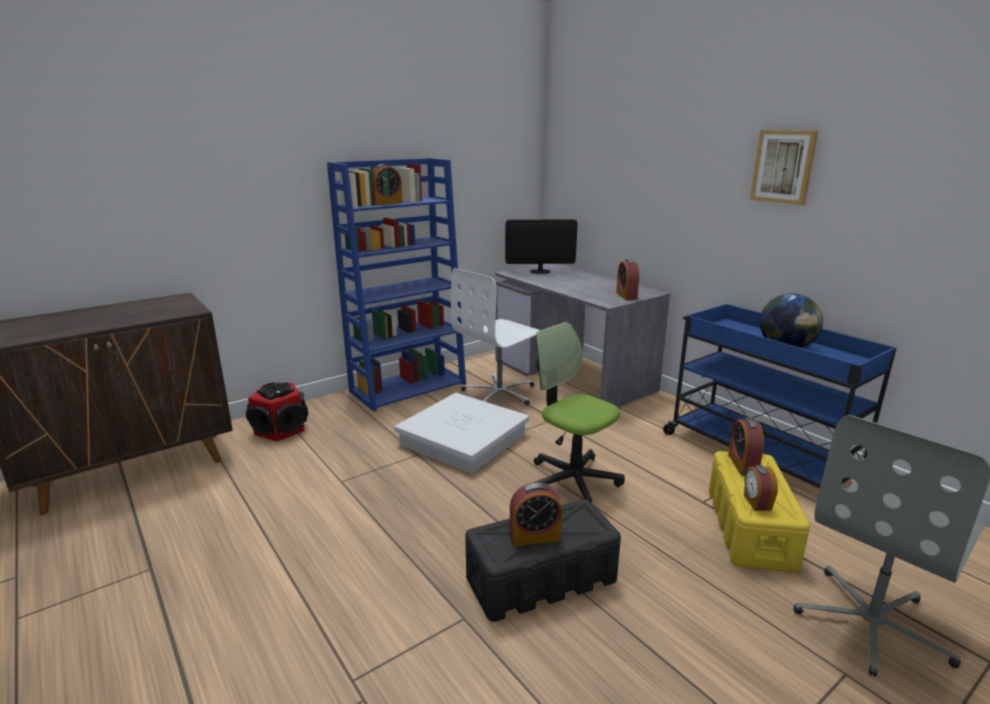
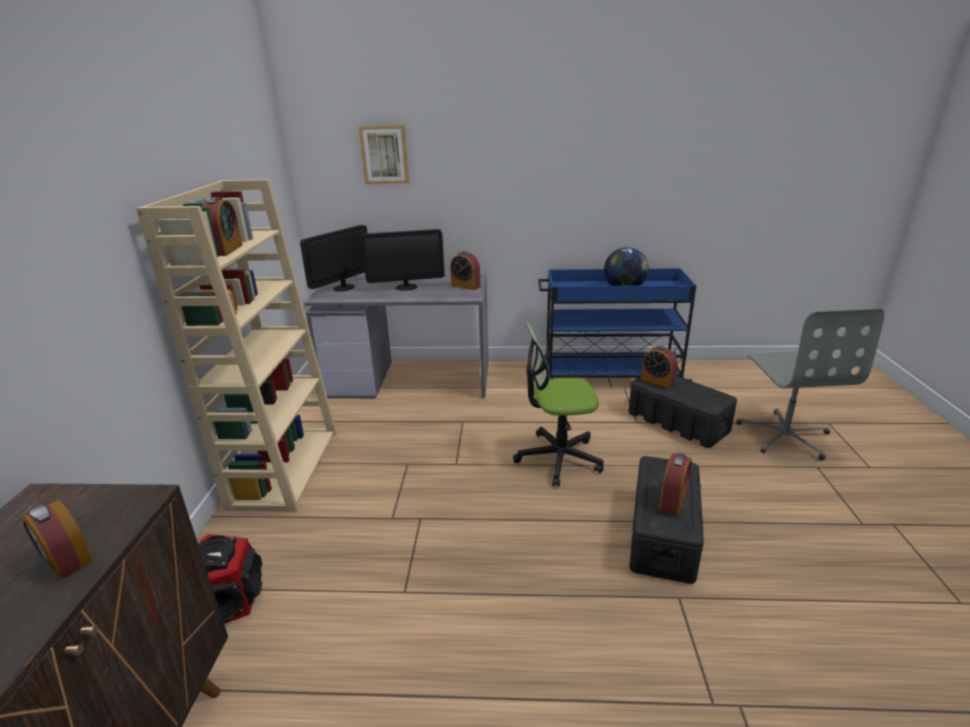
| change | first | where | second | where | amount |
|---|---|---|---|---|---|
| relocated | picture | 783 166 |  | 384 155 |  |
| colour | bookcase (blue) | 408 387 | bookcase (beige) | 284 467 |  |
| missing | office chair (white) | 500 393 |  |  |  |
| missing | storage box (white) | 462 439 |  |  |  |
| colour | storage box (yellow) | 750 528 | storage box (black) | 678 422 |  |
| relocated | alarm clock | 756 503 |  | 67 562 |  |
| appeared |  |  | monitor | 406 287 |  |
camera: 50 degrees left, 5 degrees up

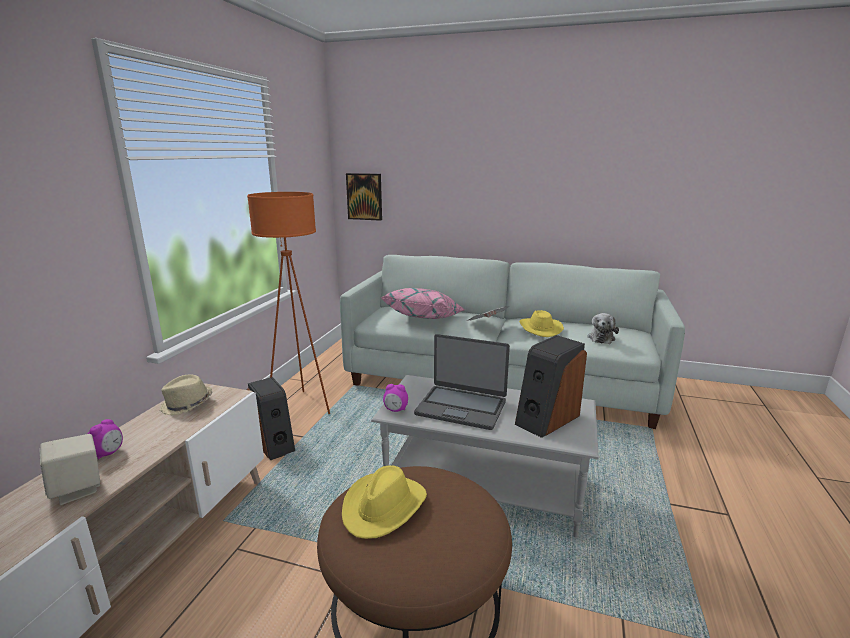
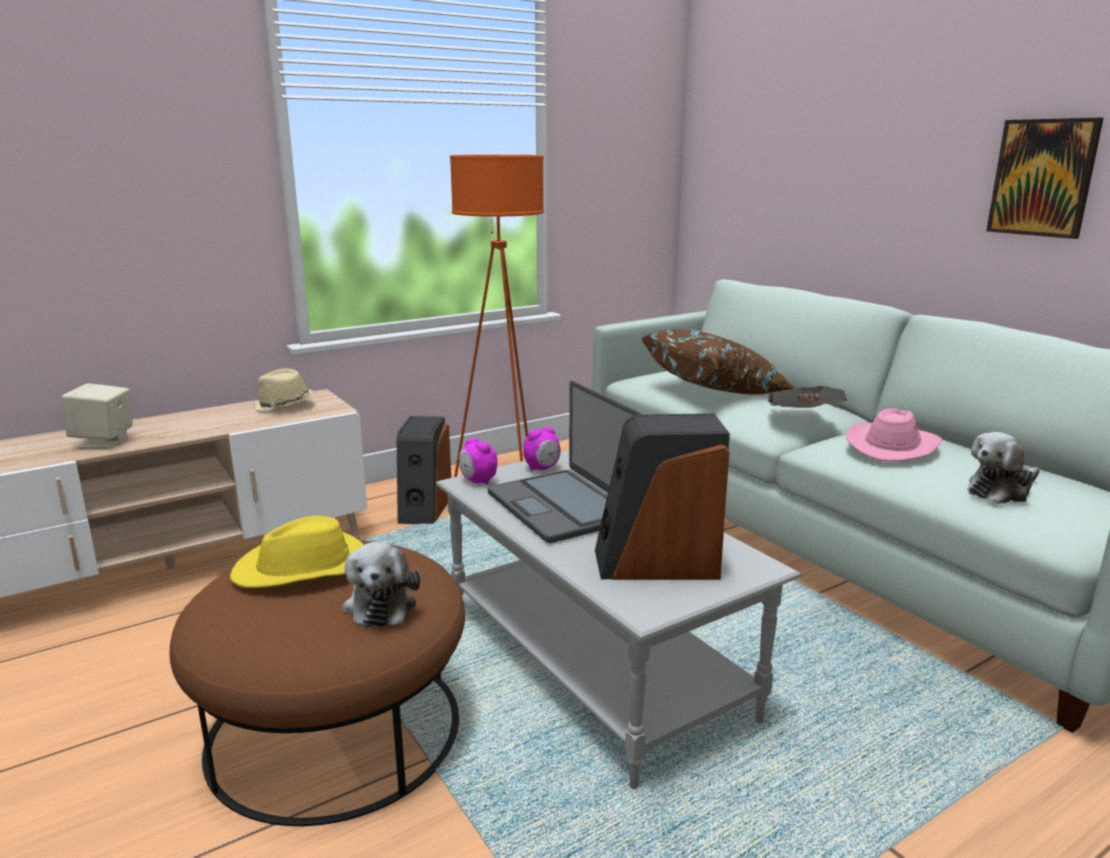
| change | first | where | second | where | amount |
|---|---|---|---|---|---|
| relocated | picture | 364 196 |  | 1043 178 |  |
| colour | pillow (pink) | 425 318 | pillow (brown) | 715 390 |  |
| colour | hat (yellow) | 539 328 | hat (pink) | 892 446 |  |
| relocated | alarm clock | 108 453 |  | 542 468 |  |
| appeared |  |  | plush toy | 381 604 |  |
camera: 40 degrees right, 0 degrees up

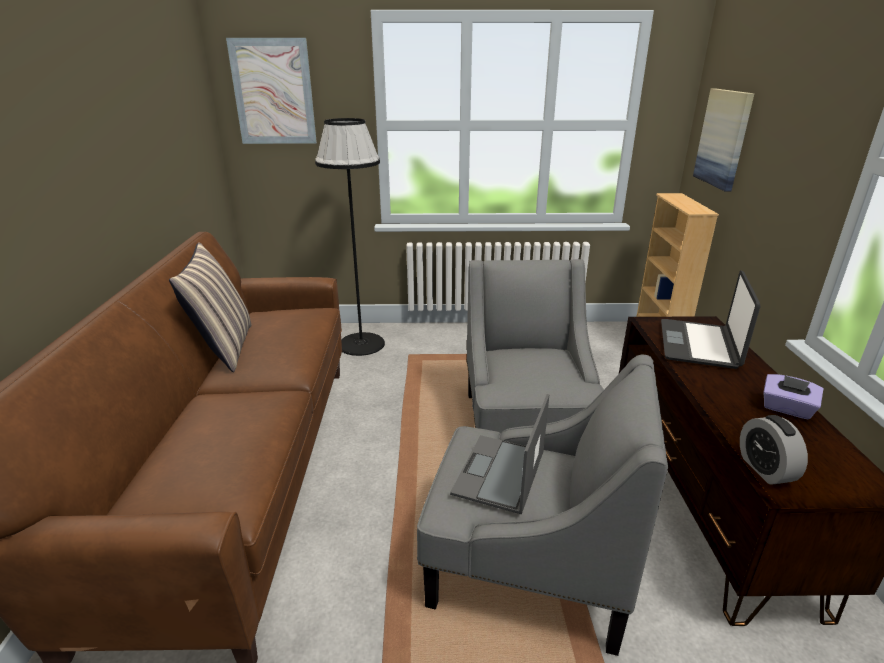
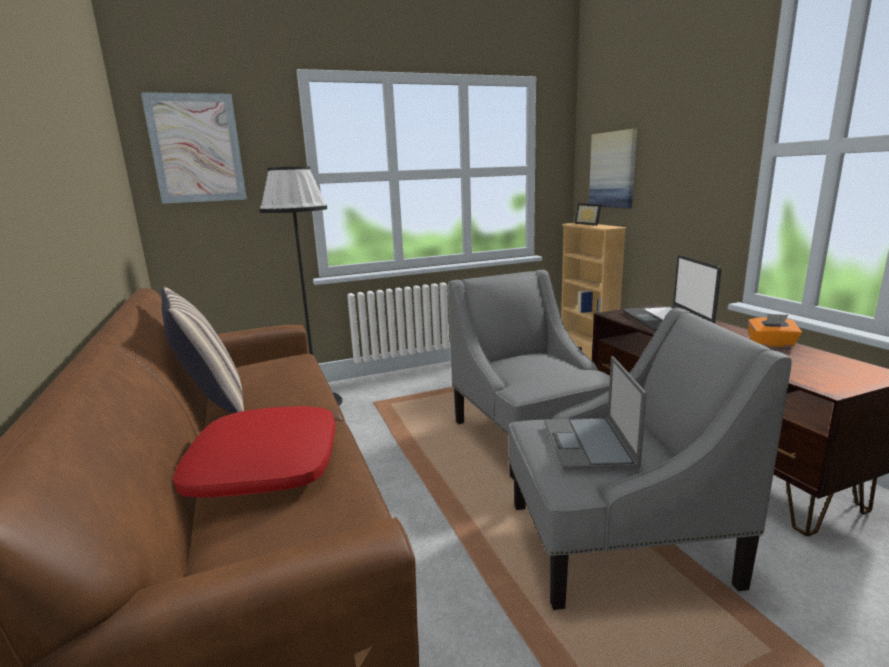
| change | first | where | second | where | amount |
|---|---|---|---|---|---|
| colour | tissue box (purple) | 786 409 | tissue box (orange) | 771 344 |  |
| missing | alarm clock | 765 469 |  |  |  |
| appeared |  |  | picture frame | 589 224 |  |
| appeared |  |  | pillow (red) | 264 466 |  |
camera: 20 degrees left, 10 degrees down

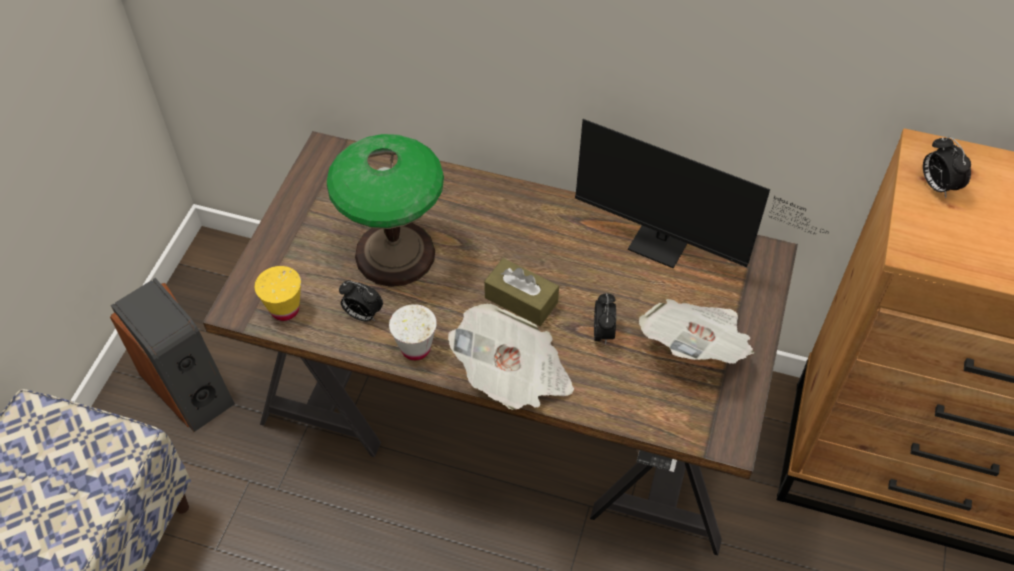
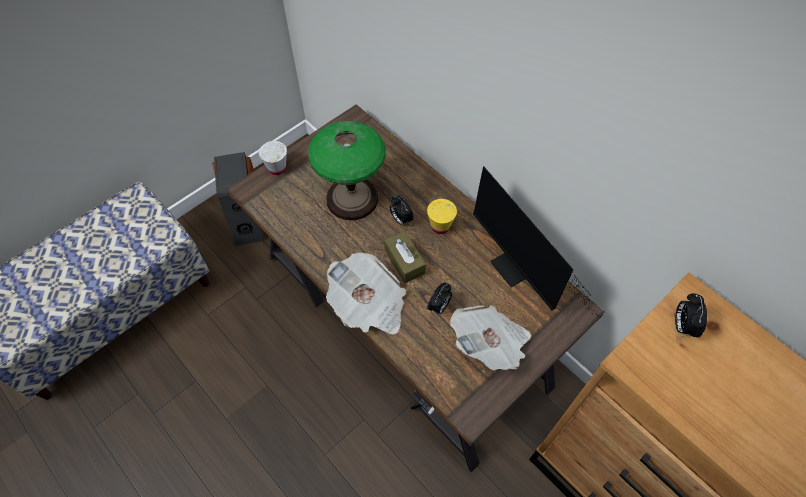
| change | first | where | second | where | amount |
|---|---|---|---|---|---|
| relocated | cup (yellow) | 285 309 |  | 440 226 |  |
| relocated | alarm clock | 362 315 |  | 401 219 |  |
| relocated | cup (white) | 415 348 |  | 277 168 |  |
camera: 30 degrees right, 5 degrees up

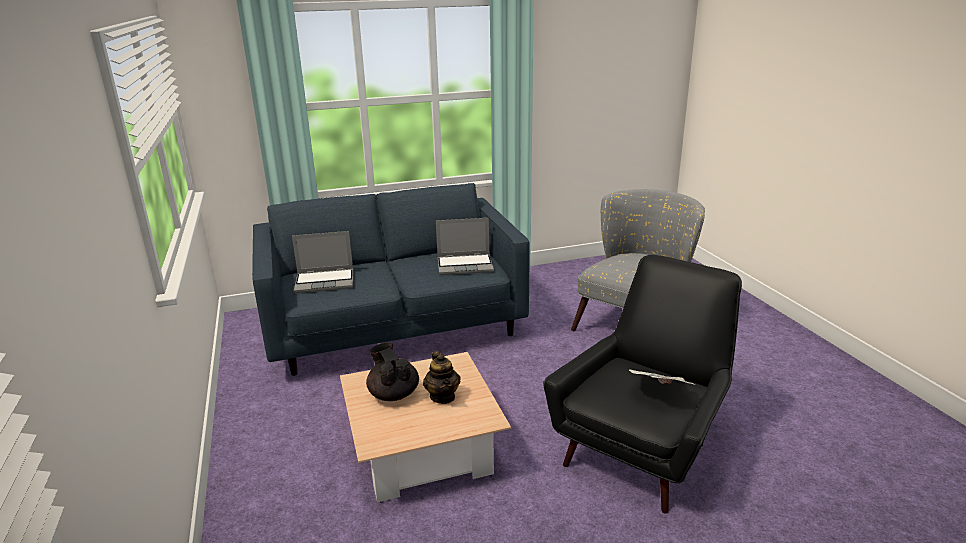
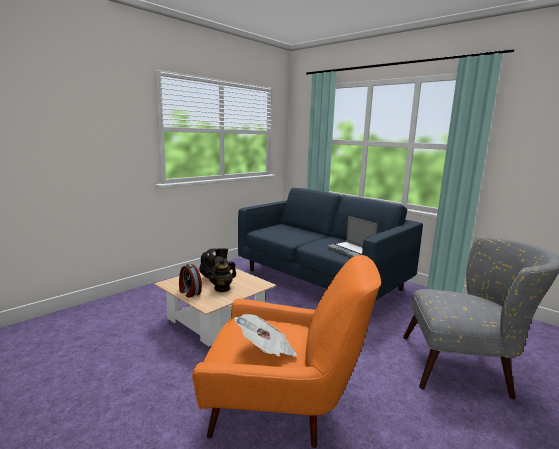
| change | first | where | second | where | amount |
|---|---|---|---|---|---|
| missing | laptop | 326 281 |  |  |  |
| colour | armchair (black) | 643 448 | armchair (orange) | 282 408 |  |
| appeared |  |  | alarm clock | 189 292 |  |
camera: 60 degrees right, 10 degrees down

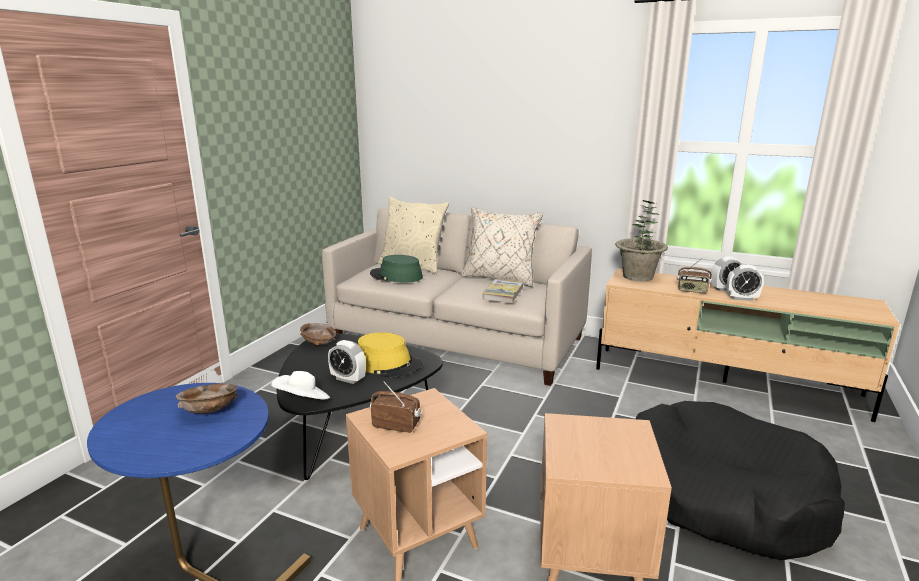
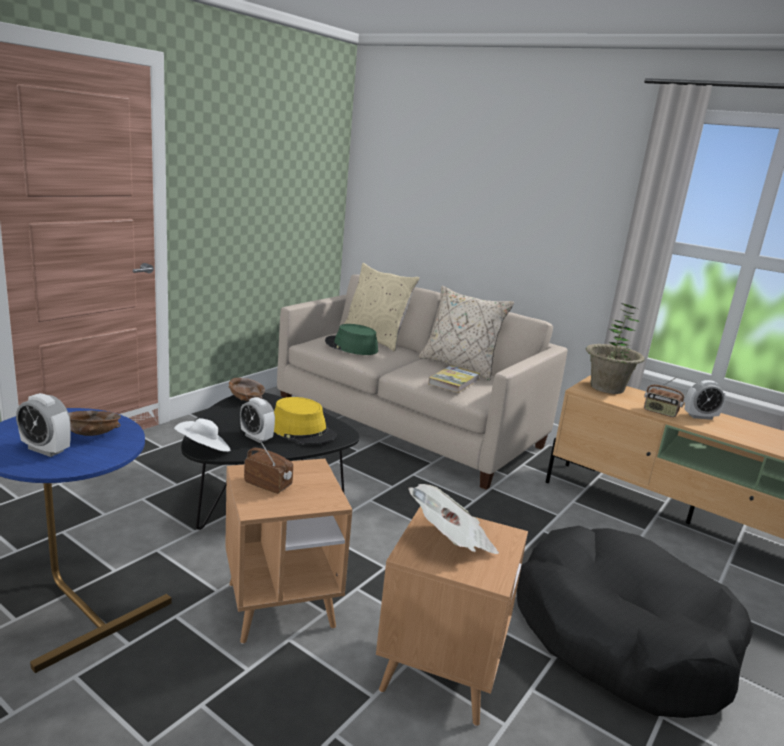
| change | first | where | second | where | amount |
|---|---|---|---|---|---|
| relocated | alarm clock | 741 298 |  | 46 450 |  |
| appeared |  |  | newspaper | 451 541 |  |
camera: 10 degrees right, 0 degrees up

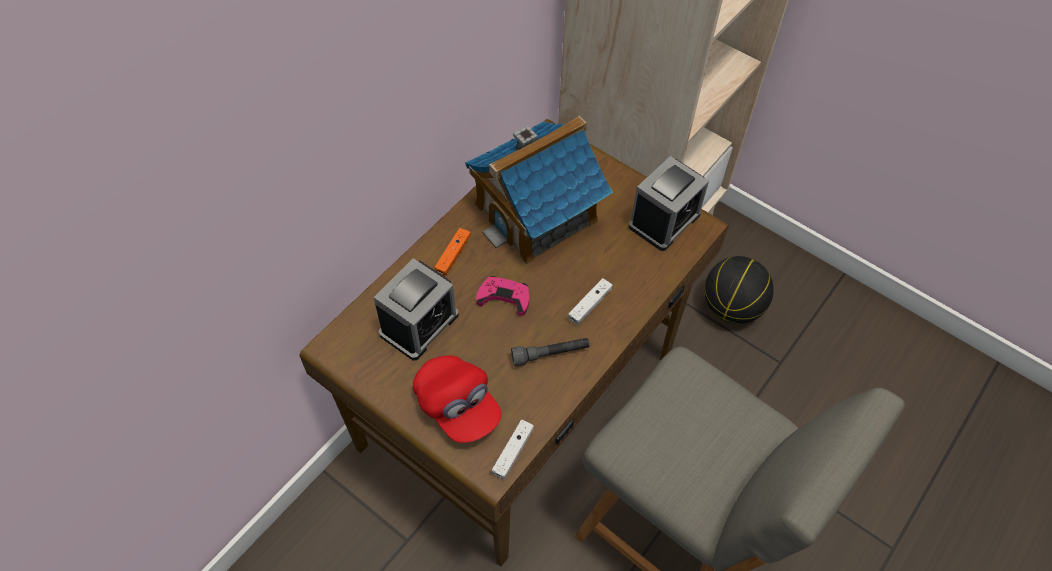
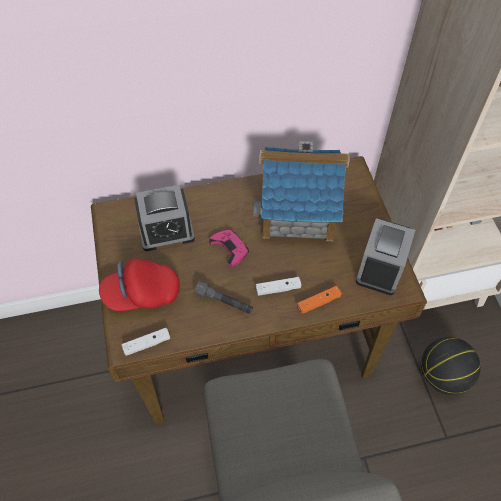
| change | first | where | second | where | amount |
|---|---|---|---|---|---|
| spun | alarm clock | 664 220 |  | 380 268 | 120 degrees clockwise |
| relocated | game controller (orange) | 453 255 |  | 318 302 |  |
| spun | cap (red) | 457 406 |  | 142 294 | 75 degrees clockwise |
camera: 40 degrees right, 0 degrees up

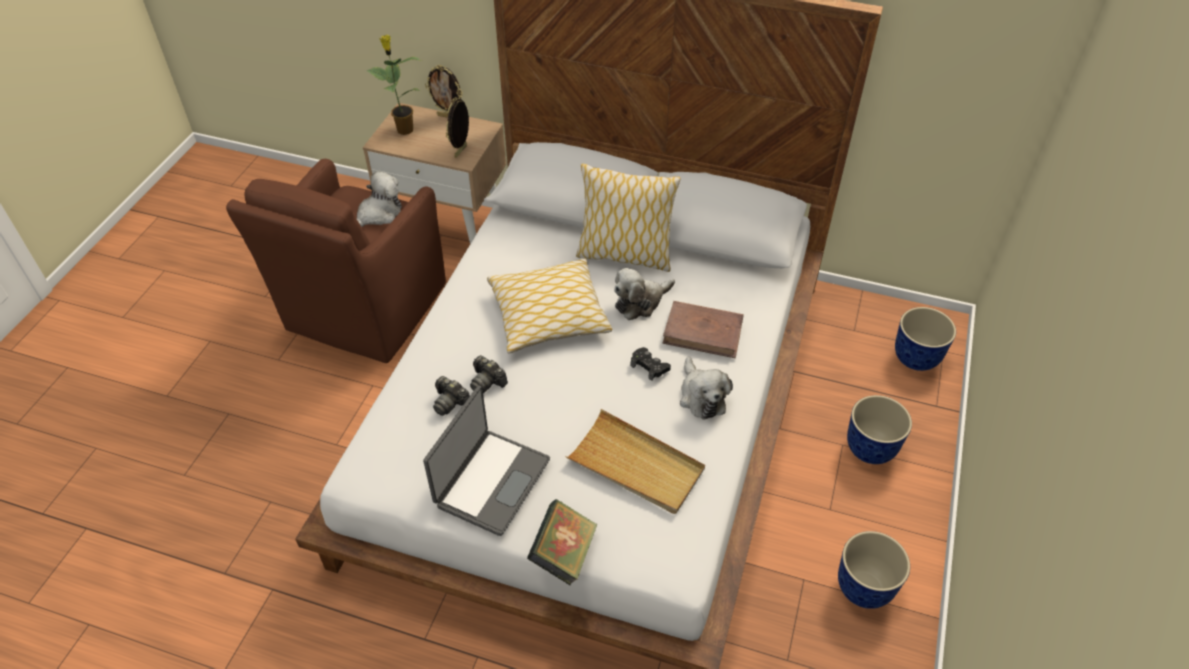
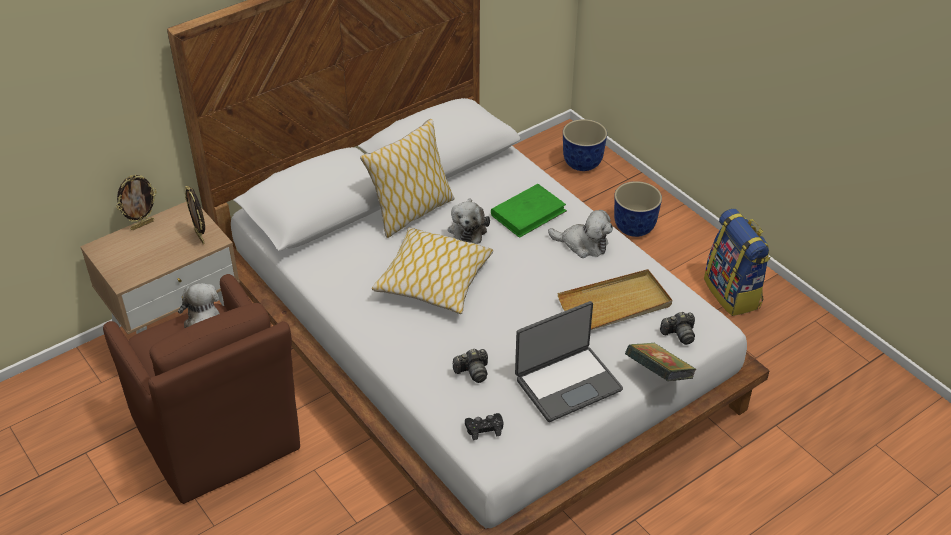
| change | first | where | second | where | amount |
|---|---|---|---|---|---|
| missing | potted plant | 404 129 |  |  |  |
| colour | book (brown) | 703 332 | book (green) | 528 213 |  |
| relocated | game controller (black) | 649 366 |  | 484 428 |  |
| relocated | photo camera | 487 381 |  | 679 334 |  |
| spun | laptop | 491 481 |  | 567 383 | 90 degrees clockwise |
| exchanged | planter | 864 589 | backpack | 733 293 |  |
camera: 55 degrees left, 5 degrees down

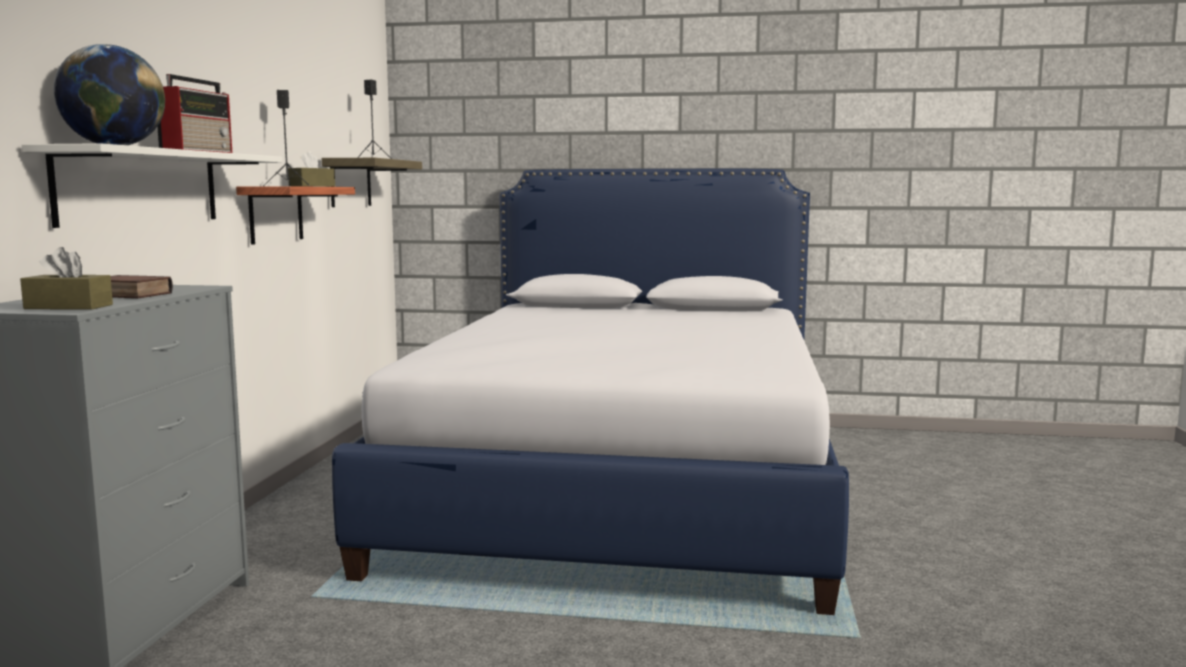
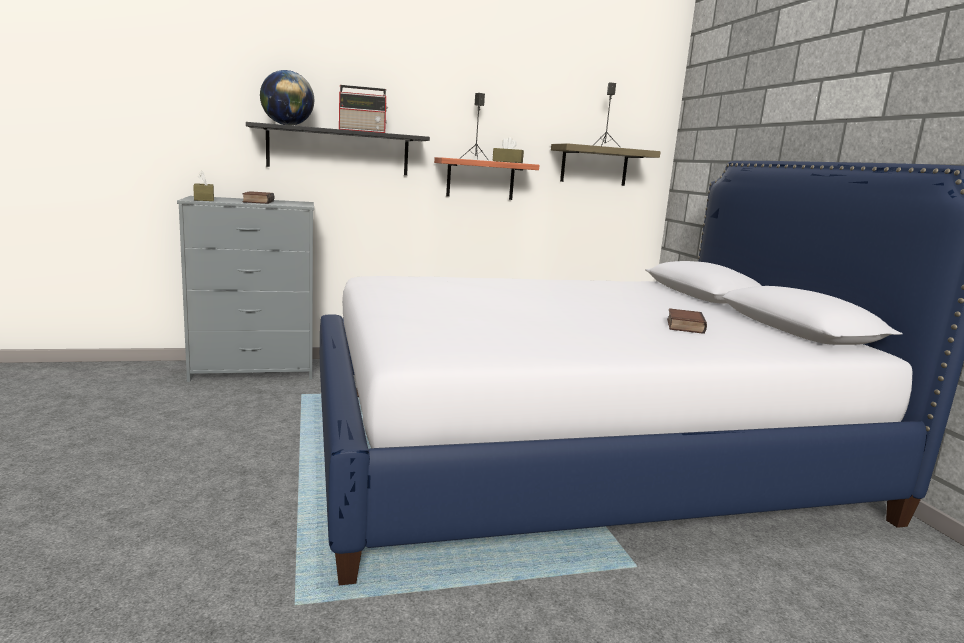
| change | first | where | second | where | amount |
|---|---|---|---|---|---|
| colour | shelf (white) | 141 187 | shelf (black) | 338 151 |  |
| appeared |  |  | book | 683 326 |  |
camera: 65 degrees right, 5 degrees up

